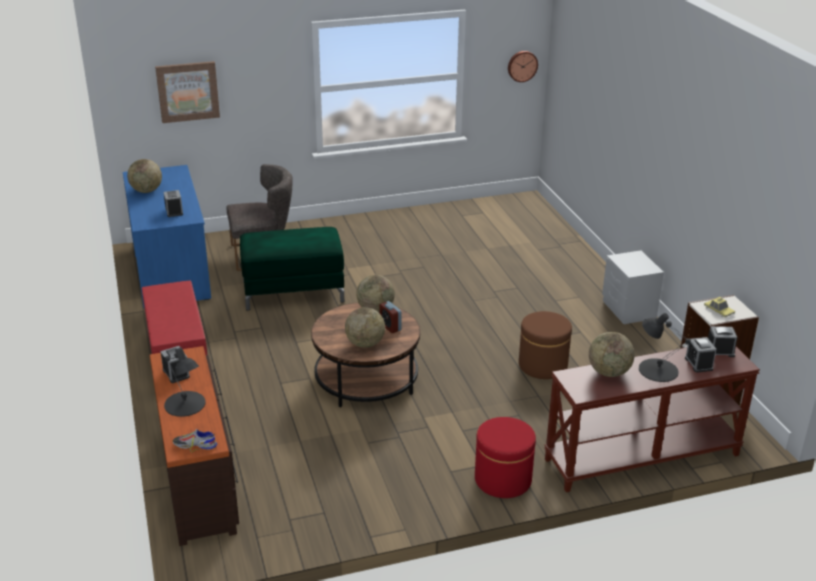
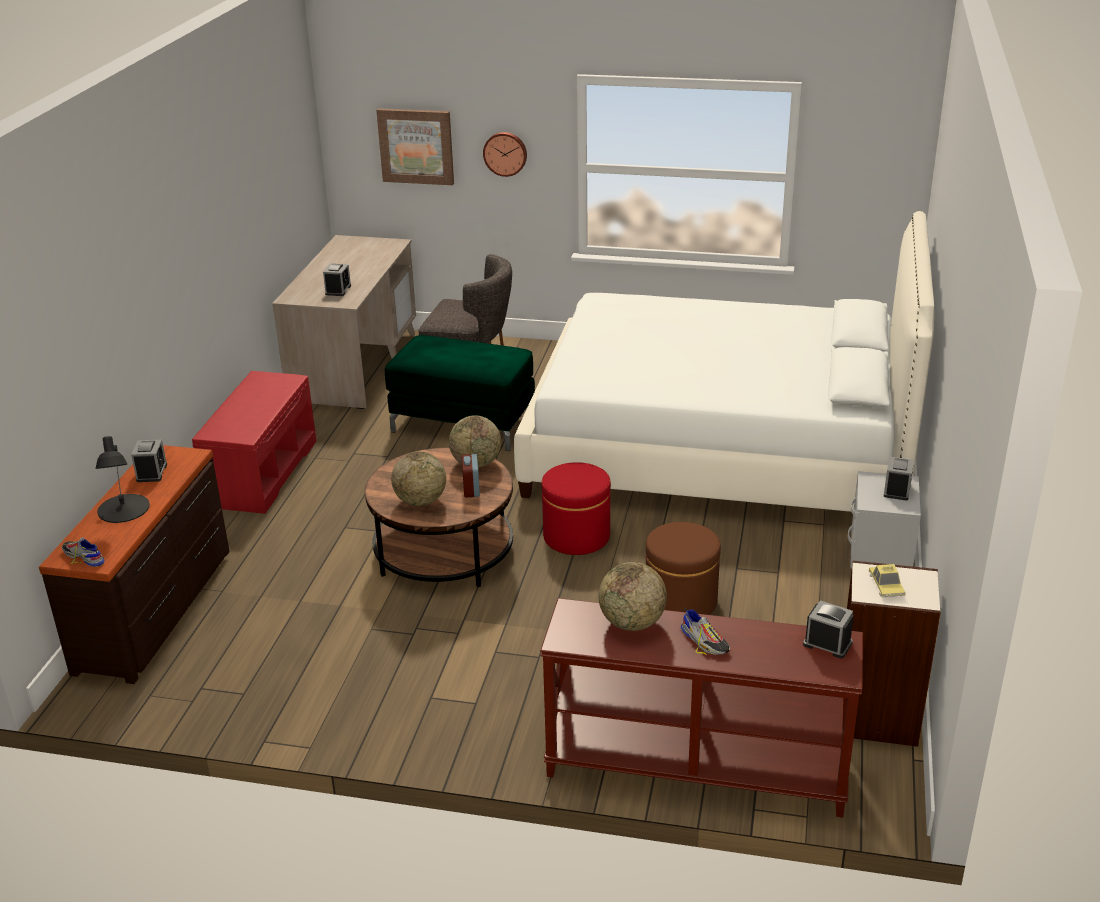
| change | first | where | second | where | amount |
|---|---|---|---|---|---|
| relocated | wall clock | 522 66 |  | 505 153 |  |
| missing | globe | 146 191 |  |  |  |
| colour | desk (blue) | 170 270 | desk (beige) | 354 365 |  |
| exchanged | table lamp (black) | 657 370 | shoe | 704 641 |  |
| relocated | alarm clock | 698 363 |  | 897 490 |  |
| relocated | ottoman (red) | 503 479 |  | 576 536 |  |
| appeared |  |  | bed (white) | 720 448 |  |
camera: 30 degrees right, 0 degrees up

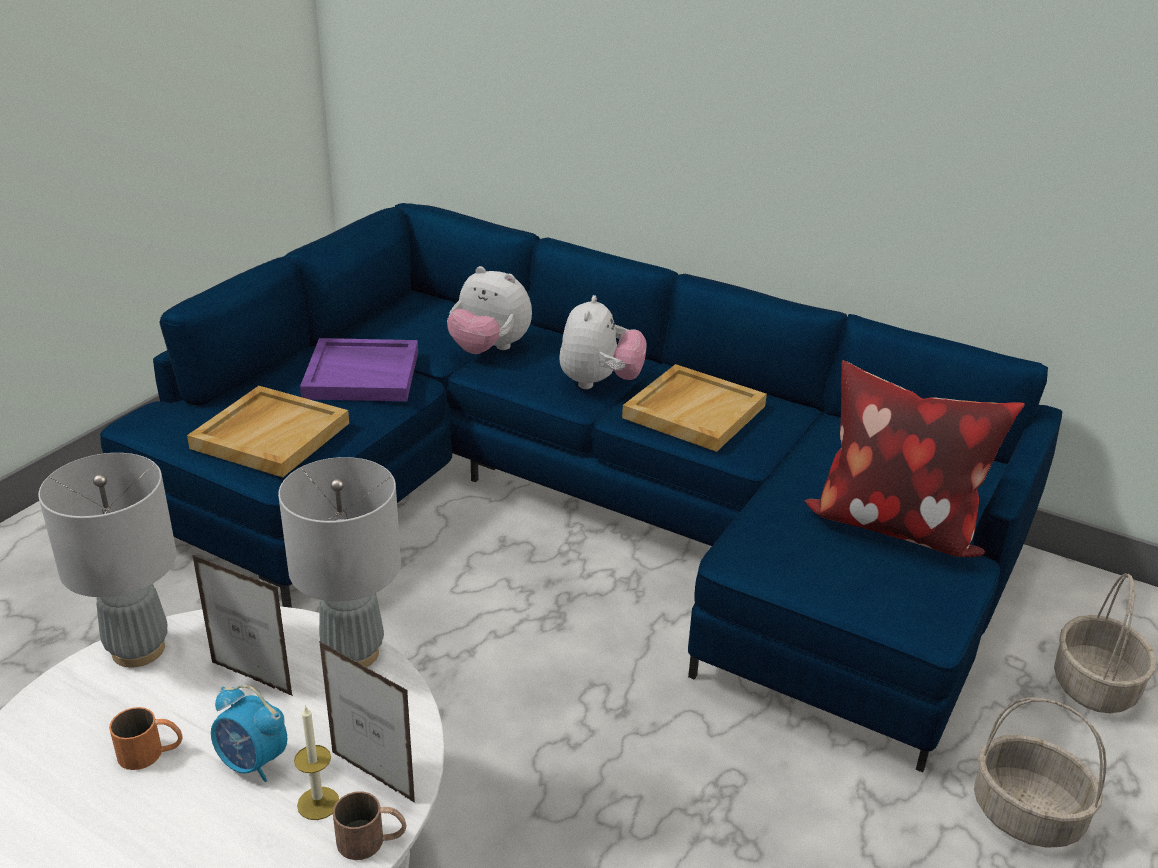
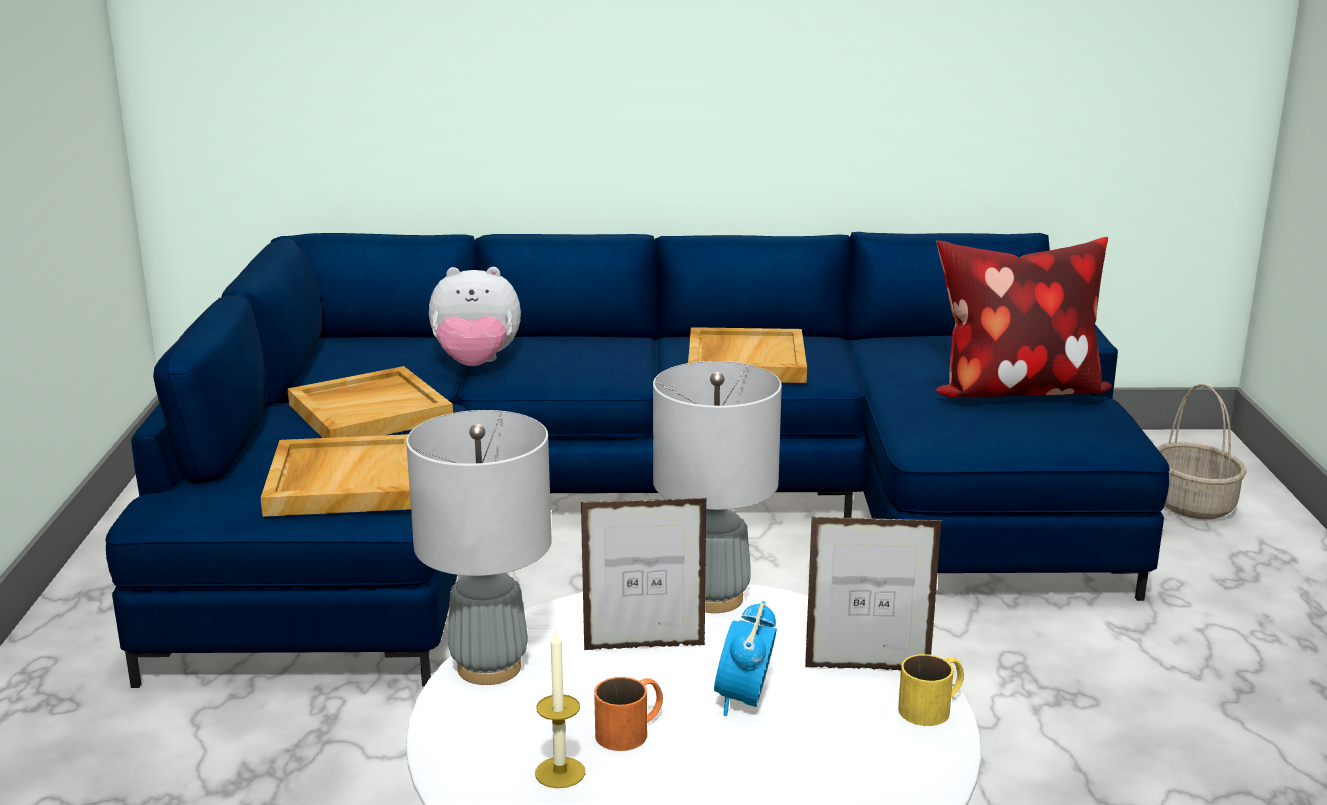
| change | first | where | second | where | amount |
|---|---|---|---|---|---|
| missing | plush toy | 599 383 |  |  |  |
| colour | tray (purple) | 363 374 | tray (beige) | 371 411 |  |
| spun | alarm clock | 253 763 |  | 744 700 | 105 degrees clockwise |
| missing | basket | 1024 815 |  |  |  |
| relocated | candle | 318 803 |  | 560 772 |  |
| colour | mug (brown) | 372 840 | mug (yellow) | 933 707 |  |
camera: 30 degrees left, 10 degrees down

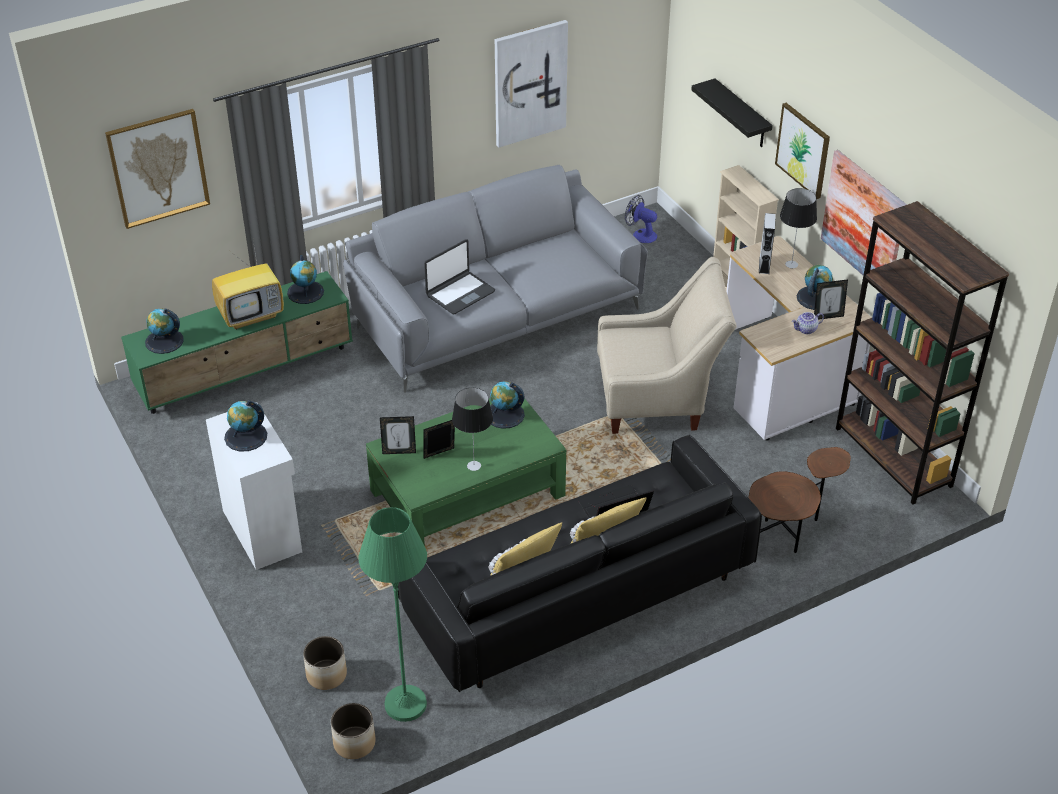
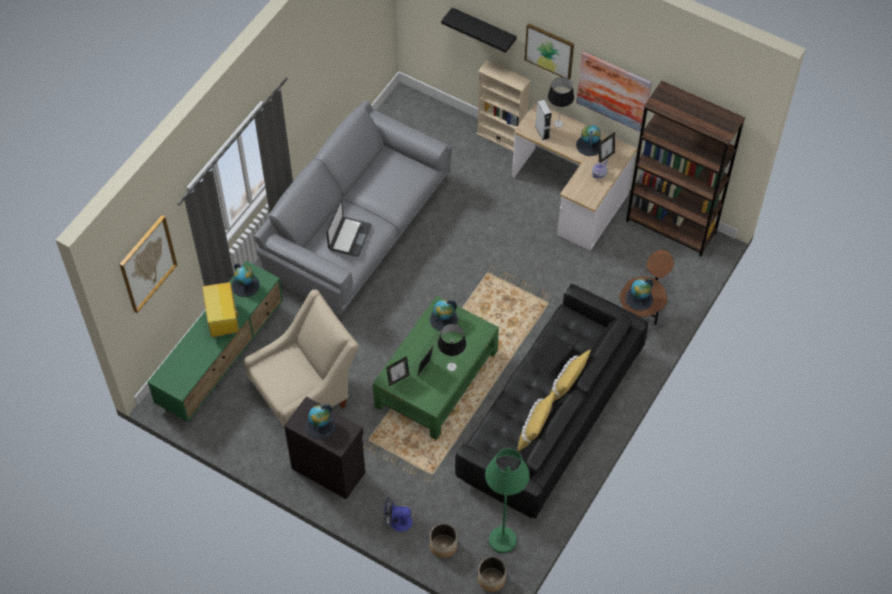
| change | first | where | second | where | amount |
|---|---|---|---|---|---|
| missing | picture | 529 83 |  |  |  |
| relocated | fan | 640 234 |  | 397 521 |  |
| spun | television | 252 315 |  | 224 321 | 135 degrees clockwise |
| relocated | armchair (beige) | 658 399 |  | 306 391 |  |
| relocated | globe | 164 341 |  | 639 298 |  |
| colour | cabinet (white) | 263 530 | cabinet (black) | 328 469 |  |
camera: 30 degrees left, 15 degrees up

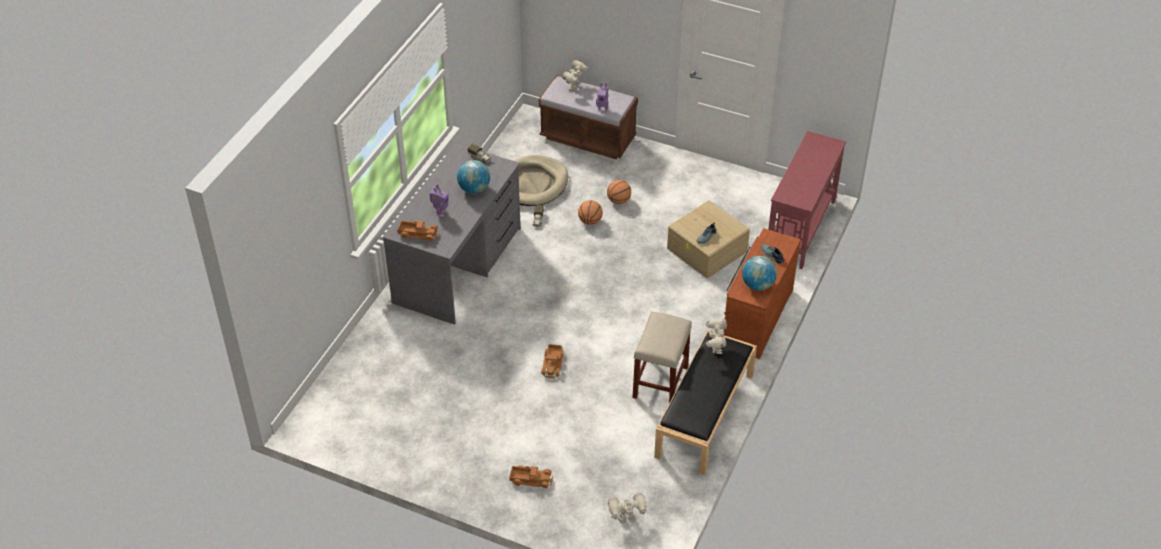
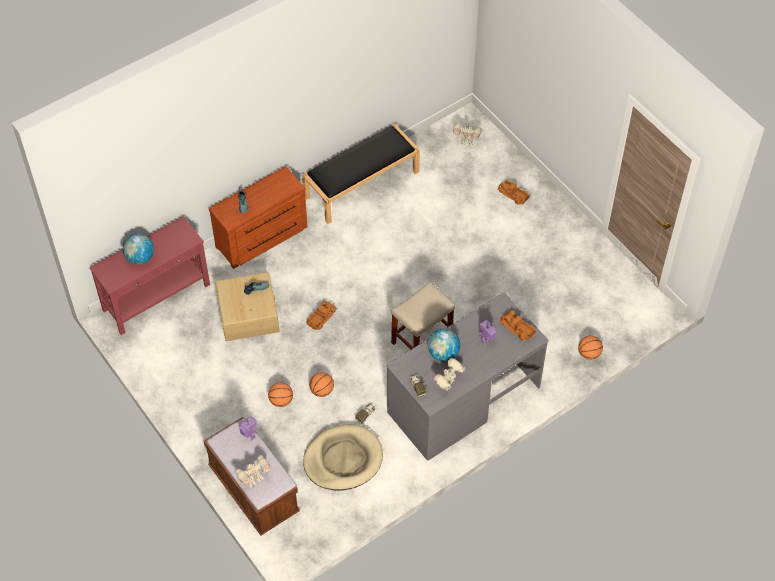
| change | first | where | second | where | amount |
|---|---|---|---|---|---|
| relocated | globe | 758 285 |  | 140 257 |  |
| relocated | stool (beige) | 660 383 |  | 422 340 |  |
| relocated | toy robot | 715 348 |  | 448 384 |  |
| relocated | toy truck | 553 364 |  | 321 317 |  |
| appeared |  |  | basketball | 589 354 |  |
camera: 150 degrees left, 10 degrees up

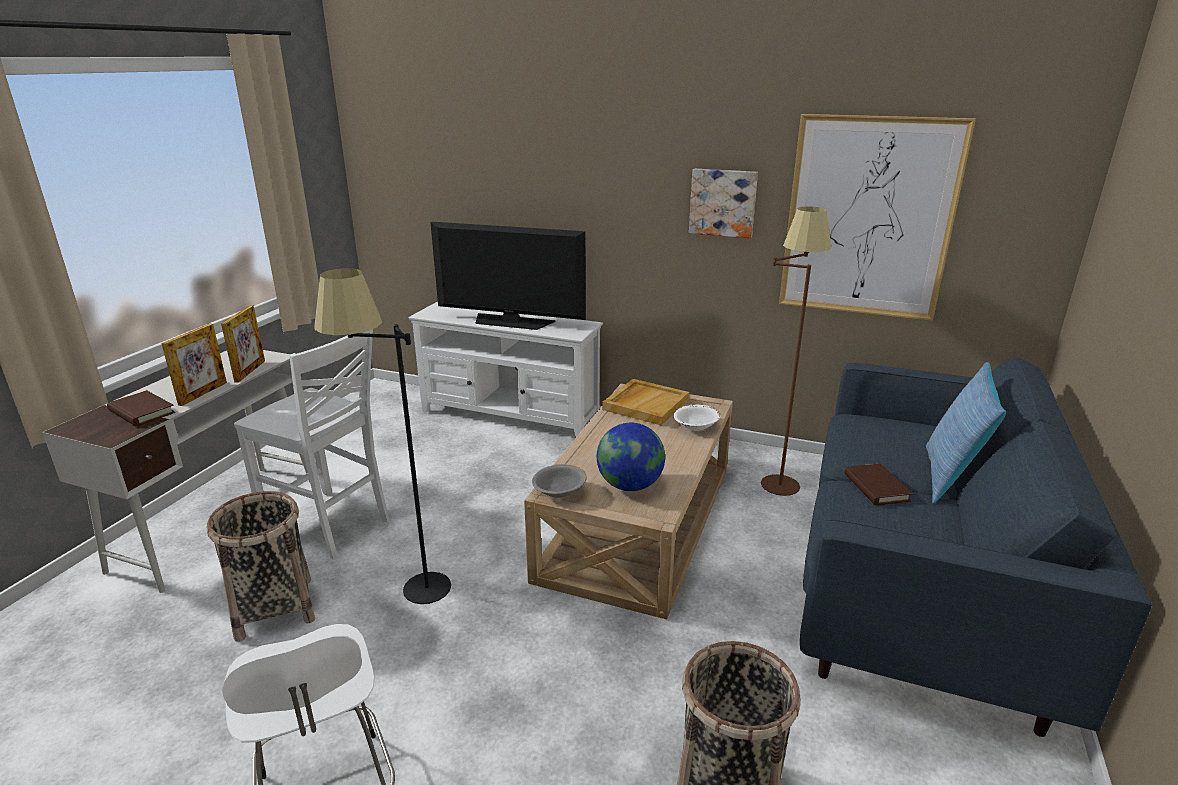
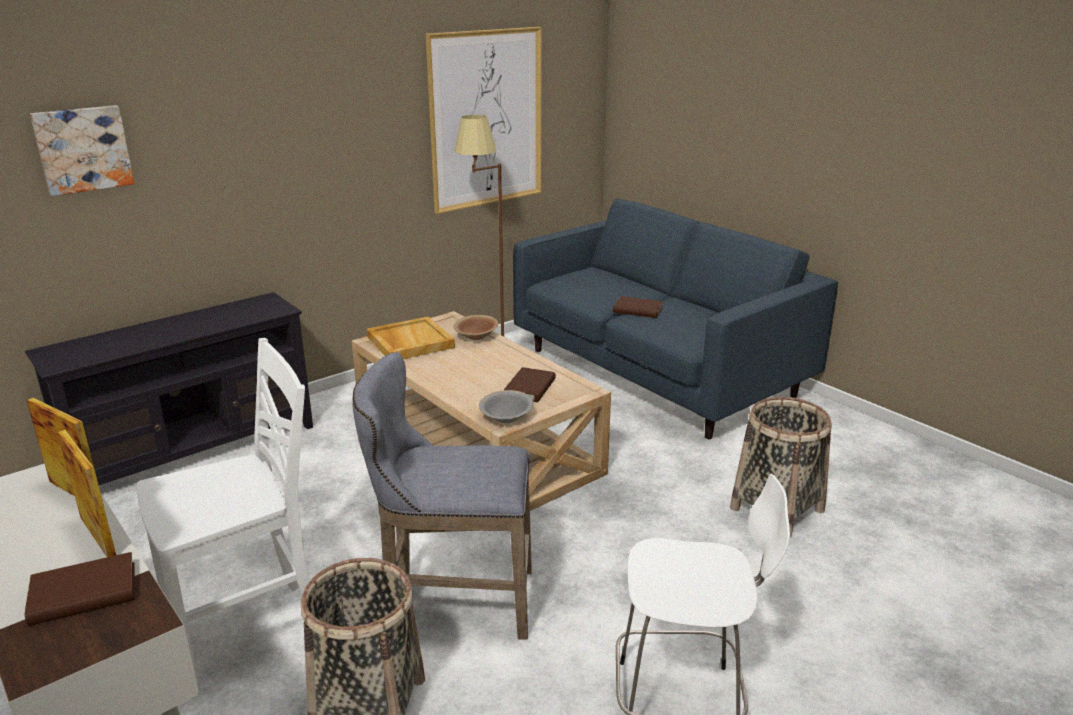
| change | first | where | second | where | amount |
|---|---|---|---|---|---|
| relocated | picture | 723 202 |  | 83 149 |  |
| missing | television | 511 322 |  |  |  |
| exchanged | floor lamp (black) | 408 598 | stool (grey) | 452 601 |  |
| colour | tv stand (white) | 510 415 | tv stand (black) | 194 451 |  |
| missing | pillow | 951 477 |  |  |  |
| colour | bowl (white) | 696 427 | bowl (brown) | 476 336 |  |
| exchanged | globe | 629 485 | book (brown) | 530 388 |  |
camera: 60 degrees left, 0 degrees up

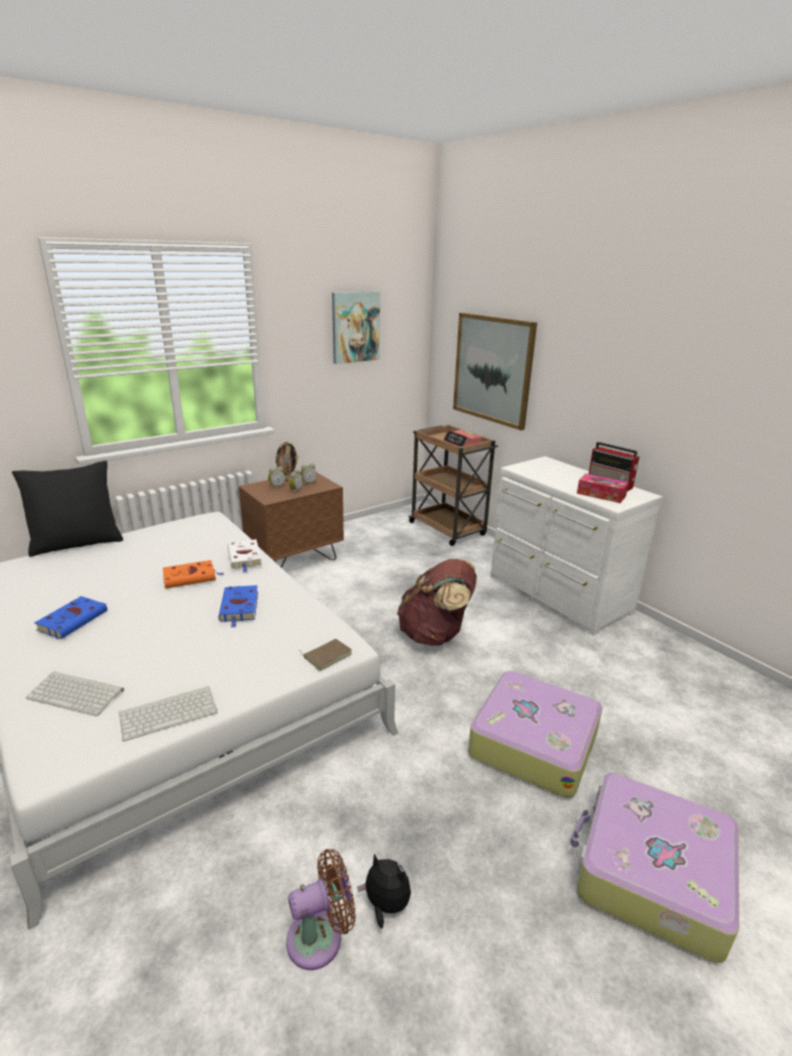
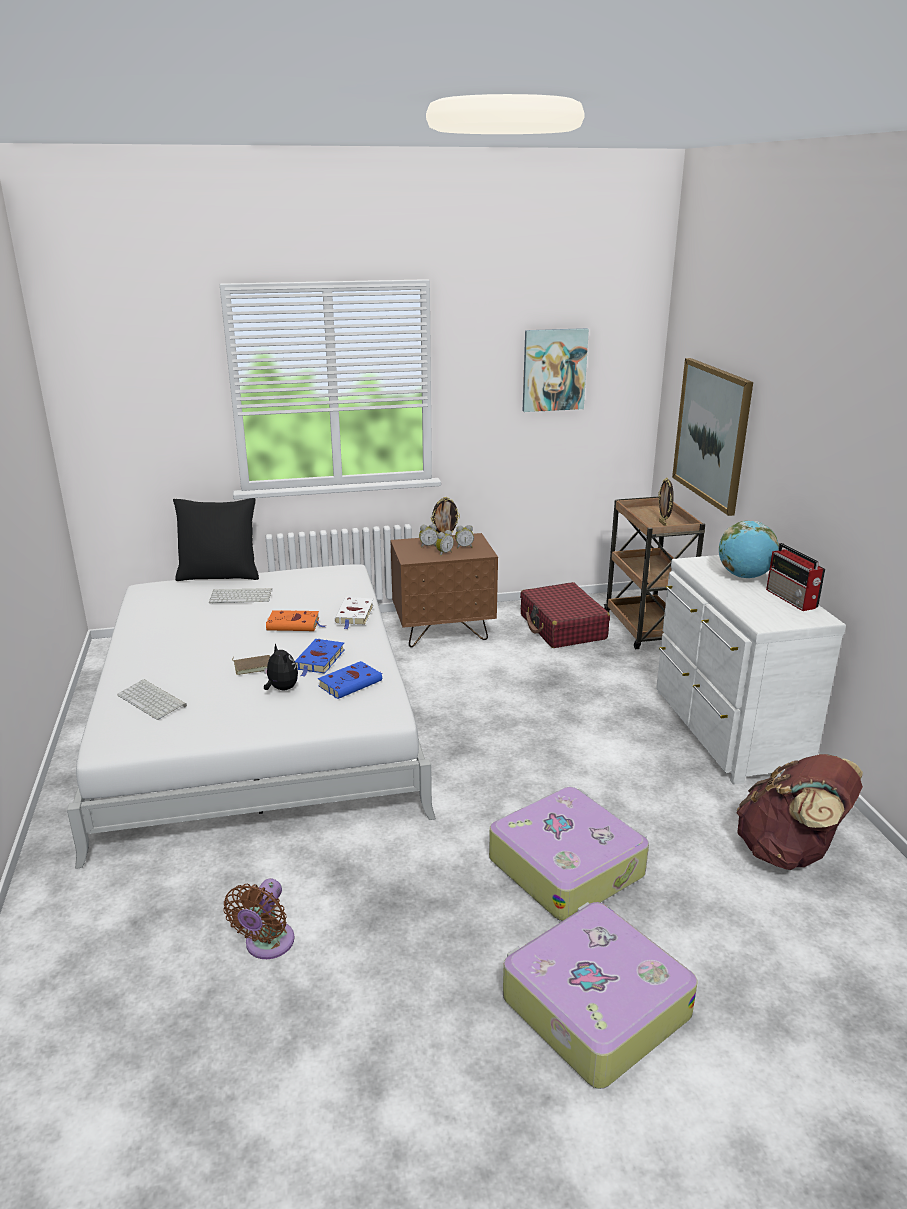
| change | first | where | second | where | amount |
|---|---|---|---|---|---|
| exchanged | alarm clock | 461 444 | picture frame | 663 524 |  |
| missing | tissue box | 601 494 |  |  |  |
| relocated | backpack (brown) | 435 634 |  | 789 852 |  |
| relocated | book (blue) | 74 619 |  | 351 683 |  |
| relocated | book (brown) | 327 655 |  | 253 666 |  |
| relocated | keyboard | 169 712 |  | 242 596 |  |
| spun | fan (brown) | 320 937 |  | 267 945 | 105 degrees clockwise |
| relocated | plush toy | 385 905 |  | 281 689 |  |
| appeared |  |  | globe | 744 576 |  |
| appeared |  |  | suitcase (red) | 562 627 |  |
camera: 25 degrees right, 0 degrees up

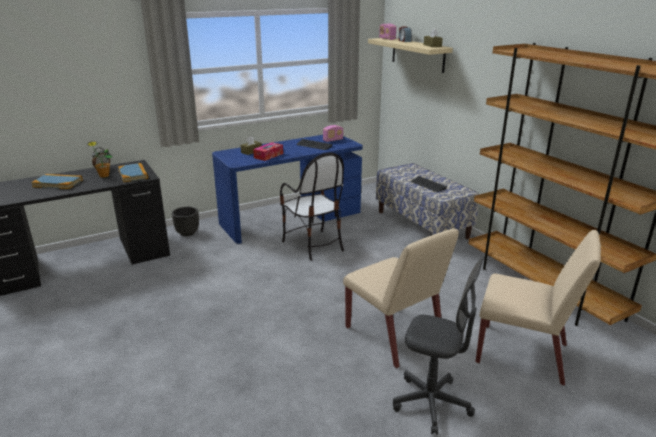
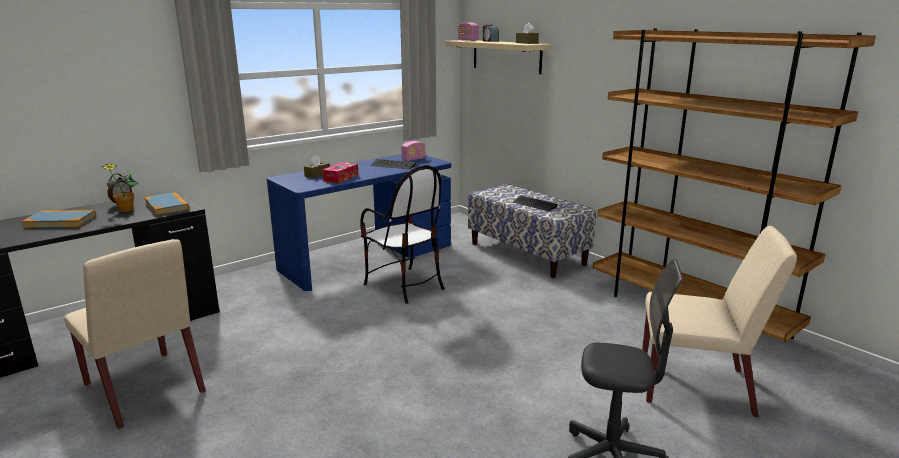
| change | first | where | second | where | amount |
|---|---|---|---|---|---|
| missing | planter (black) | 187 232 |  |  |  |
| relocated | chair (beige) | 394 336 |  | 145 389 |  |
camera: 10 degrees left, 5 degrees down

